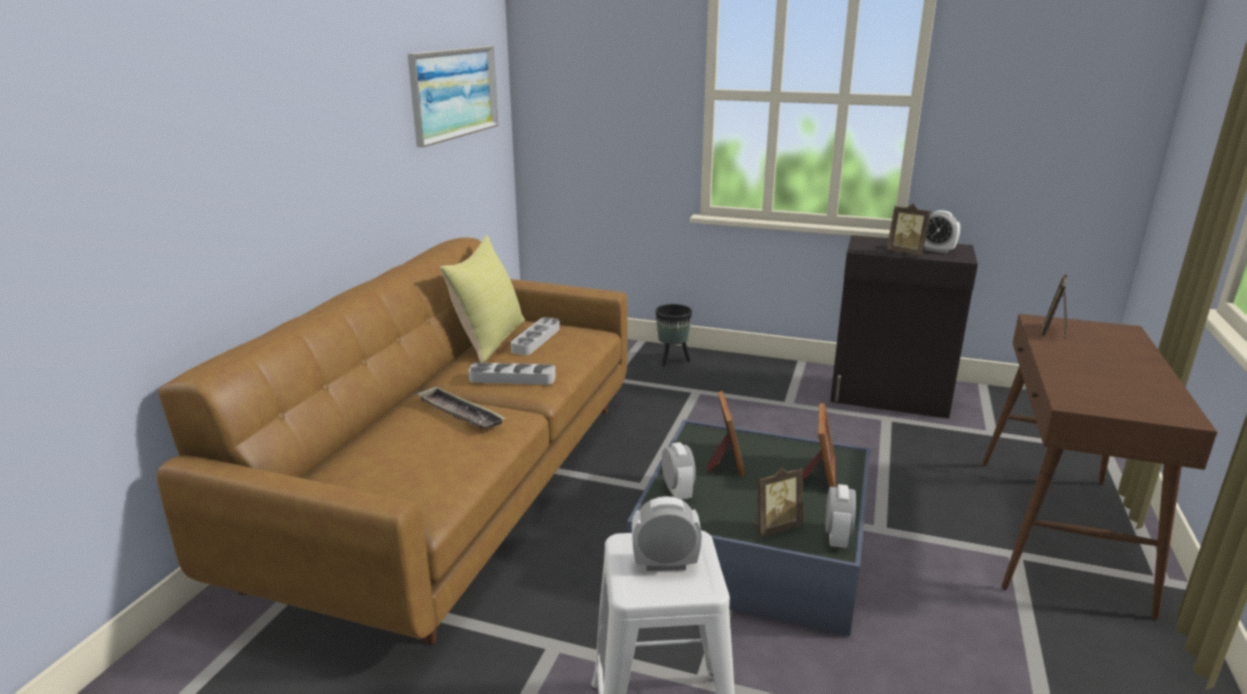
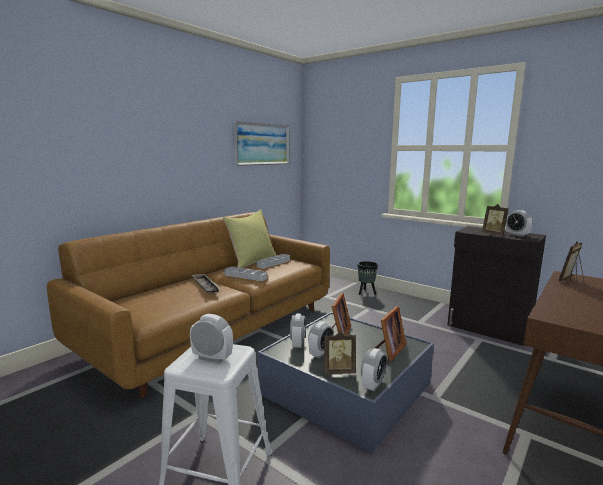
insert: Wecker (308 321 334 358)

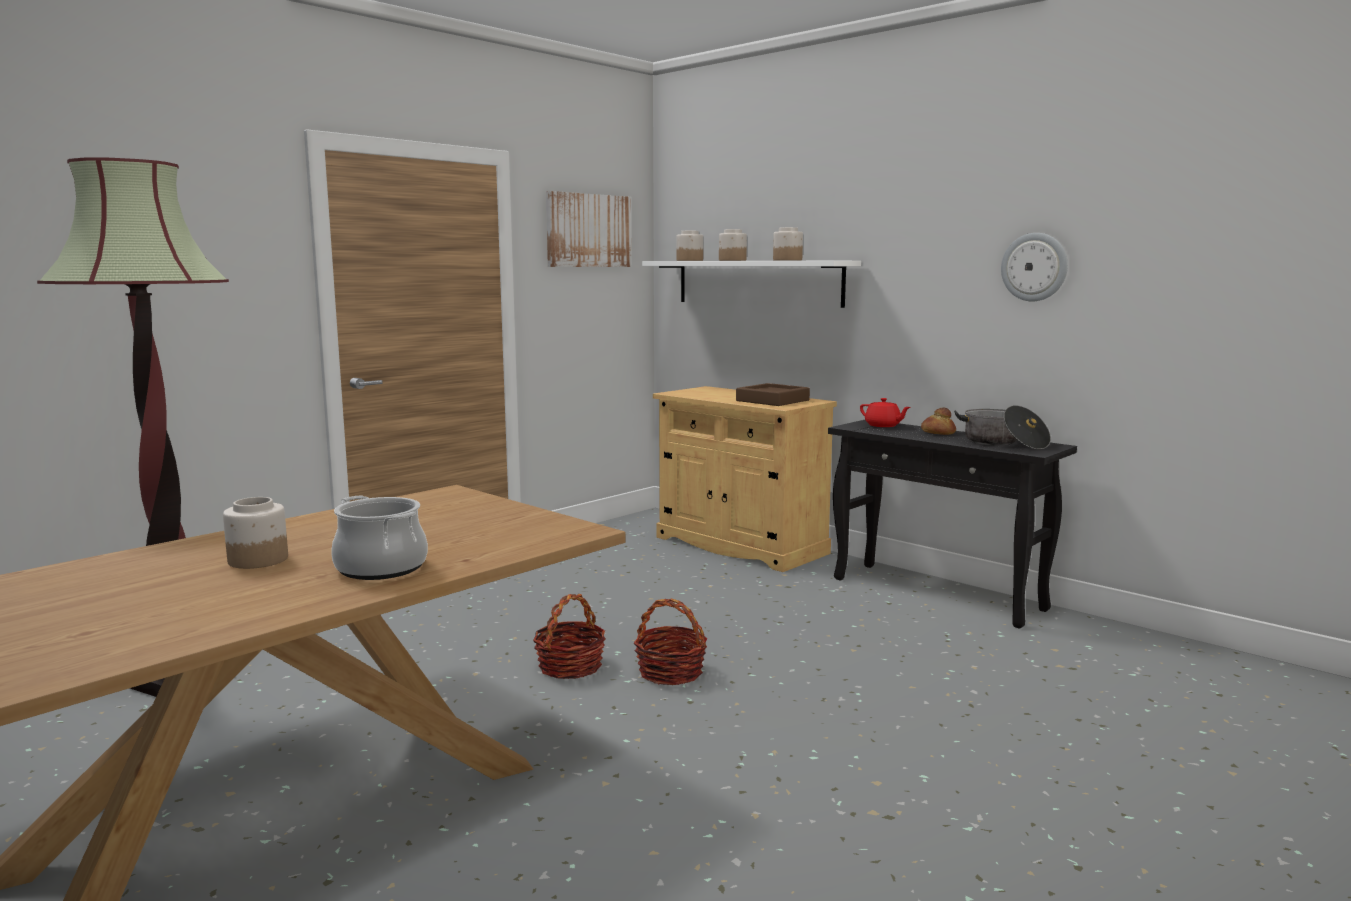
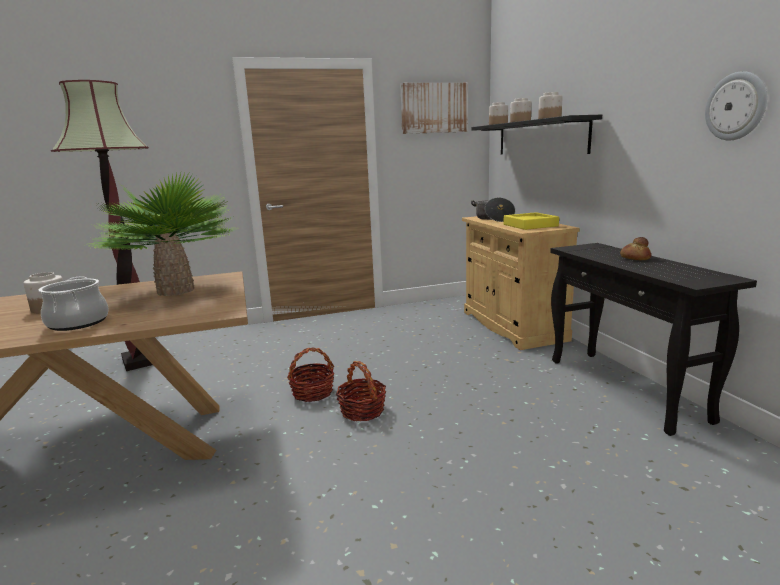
delete: Teekanne (rot) (860 398 911 427)
insert: Topfpflanze (87 173 236 296)
move: Kochtopf (954 405 1051 449) to (471 197 515 222)
recolor: Wandregal (weiß) (642 261 861 308) to Wandregal (schwarz) (472 115 602 155); Tablett (braun) (736 383 810 406) to Tablett (gelb) (504 212 559 230)

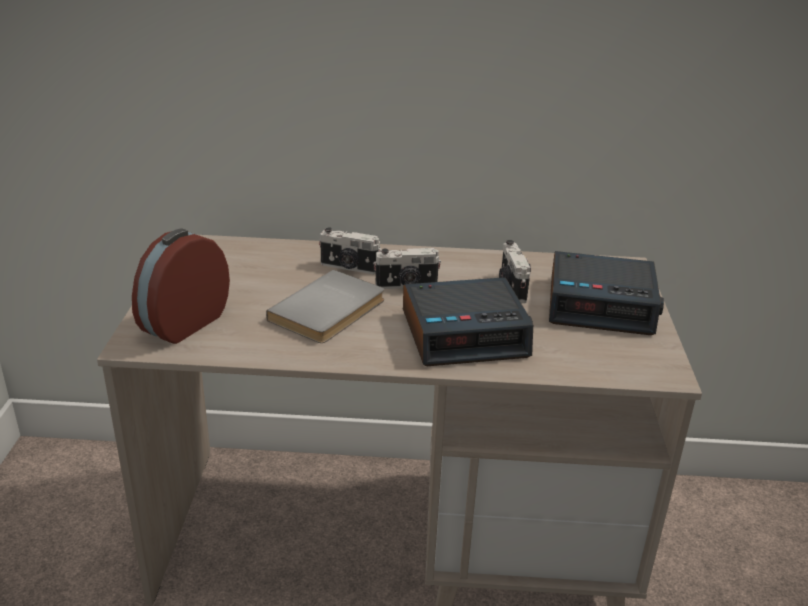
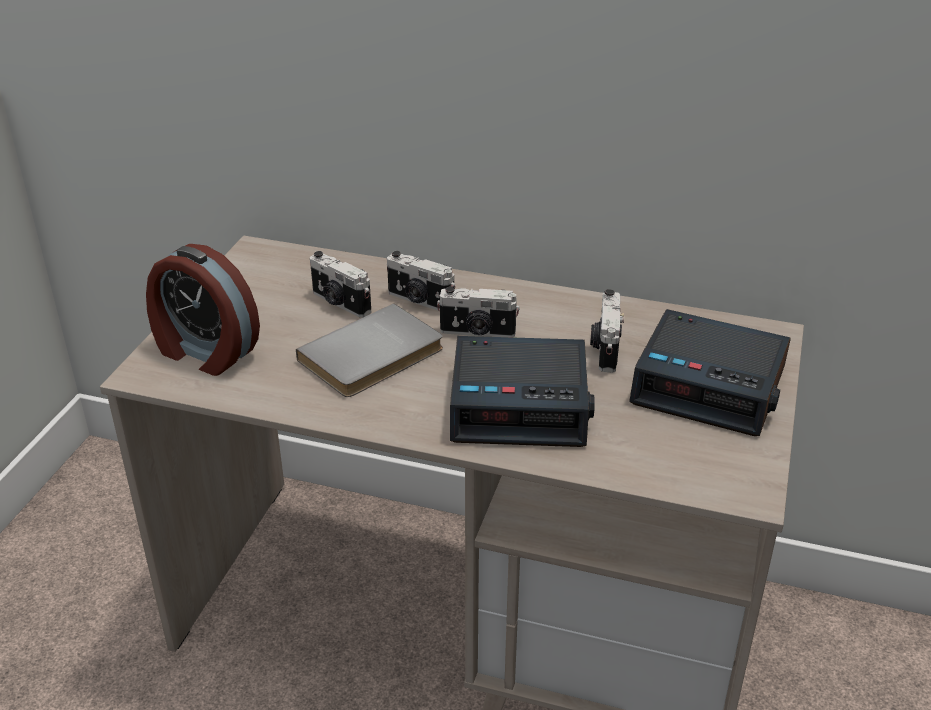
insert: Kamera (310 251 371 318)
rotate: Wecker (132 228 230 344) = (146 244 260 376) 105 degrees counterclockwise

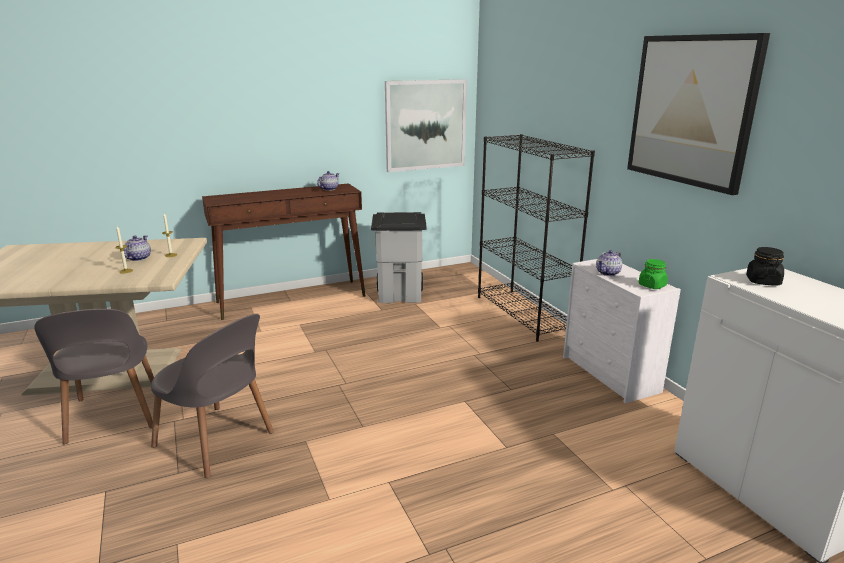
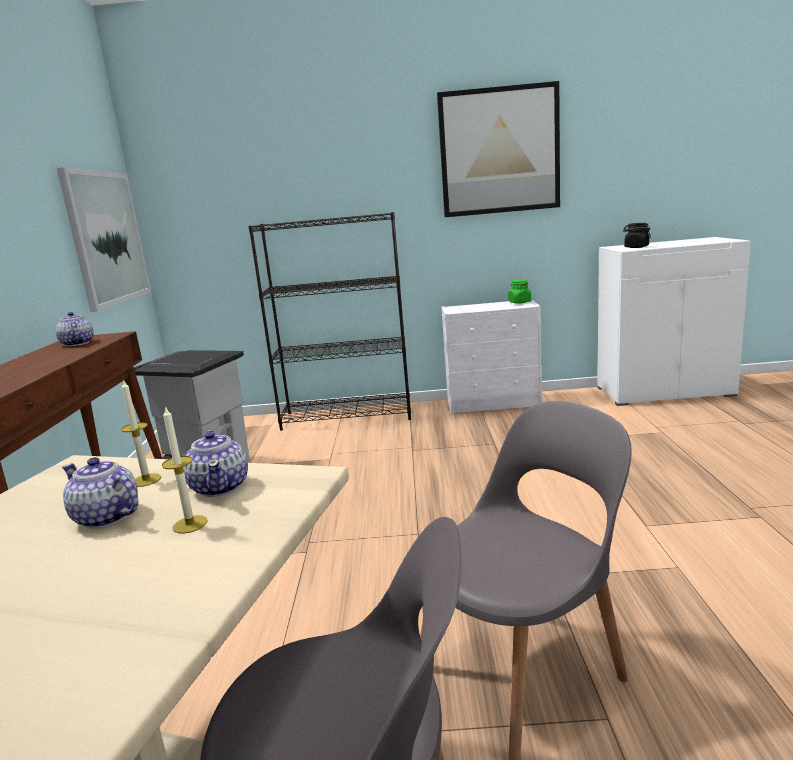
move: Teekanne (596 250 622 276) to (183 430 248 497)

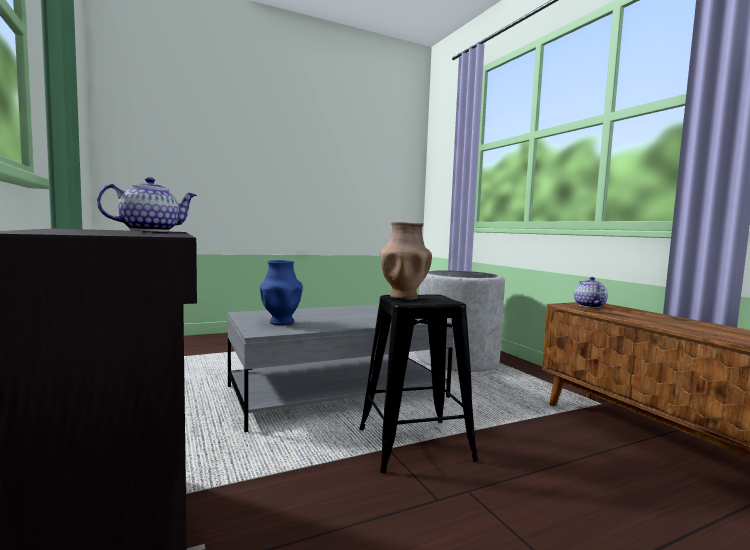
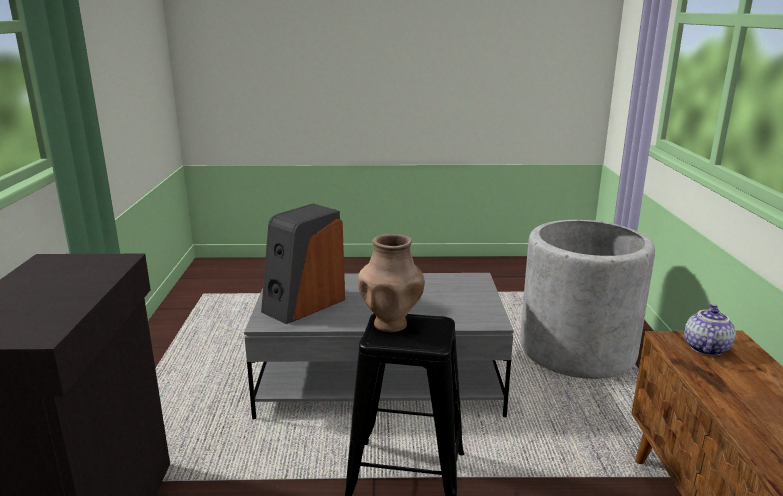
delete: Teekanne (97 177 197 232)
replace: Vase (blau) (260 260 303 325) to Lautsprecher (261 203 345 324)

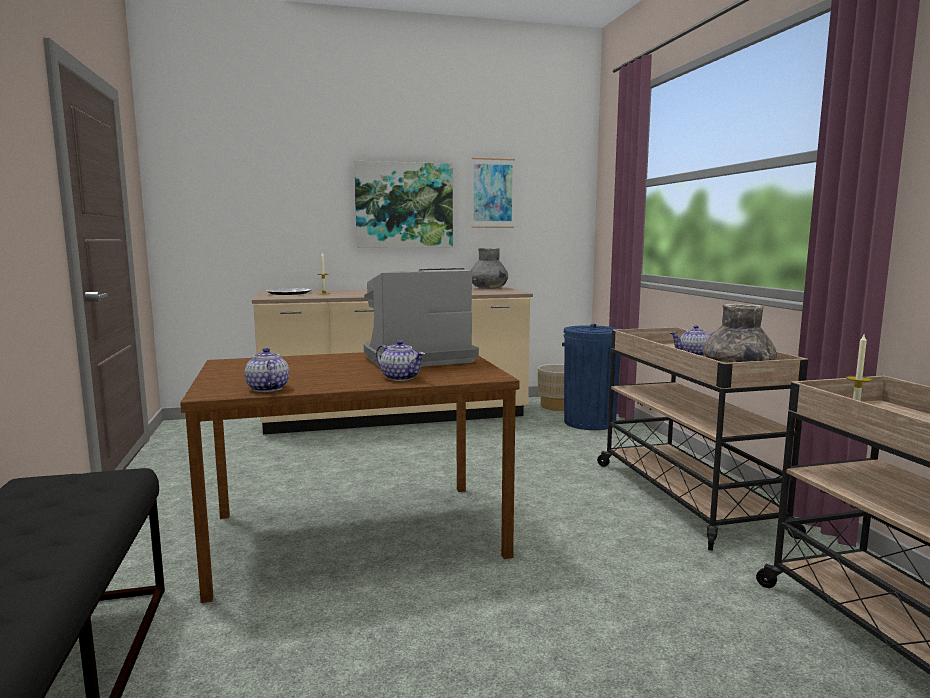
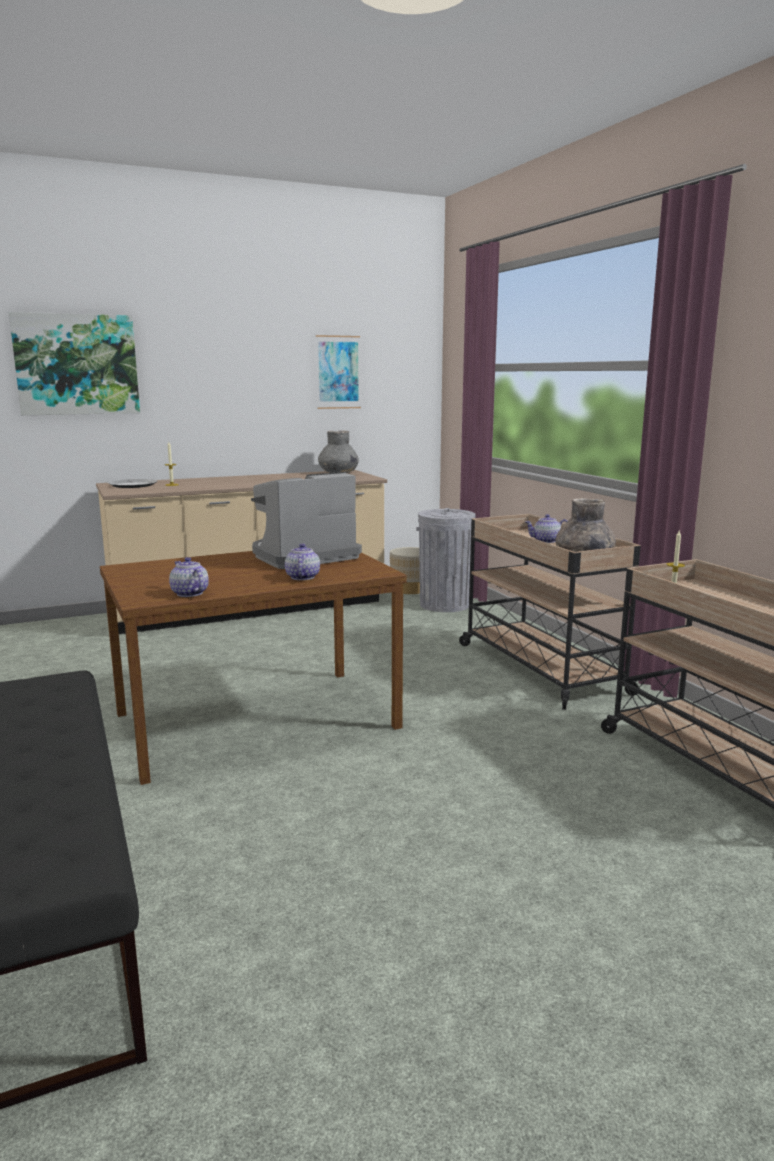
move: Bild (354 161 453 248) to (9 312 140 415)
recolor: Mülleimer (blau) (562 324 621 430) to Mülleimer (grau) (416 508 476 612)
rotate: Teekanne (376 340 425 381) = (285 544 320 580) 120 degrees counterclockwise

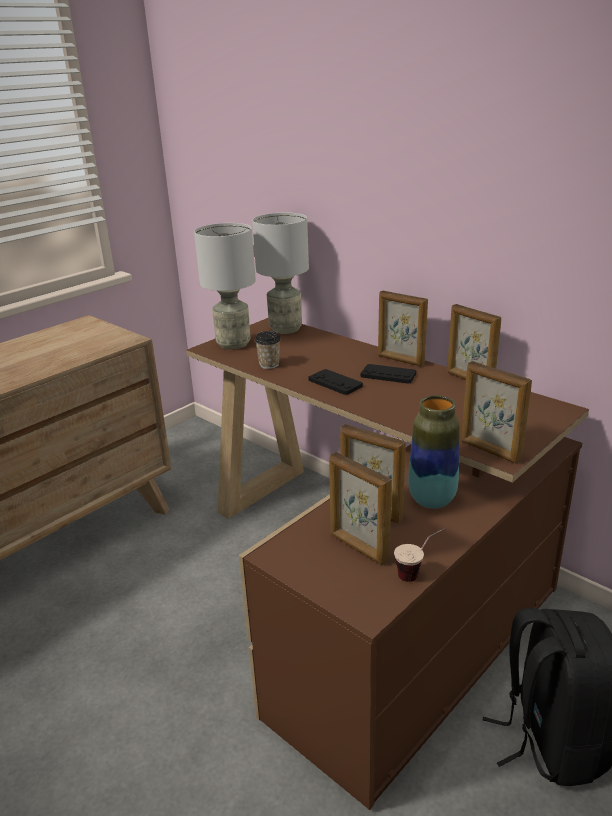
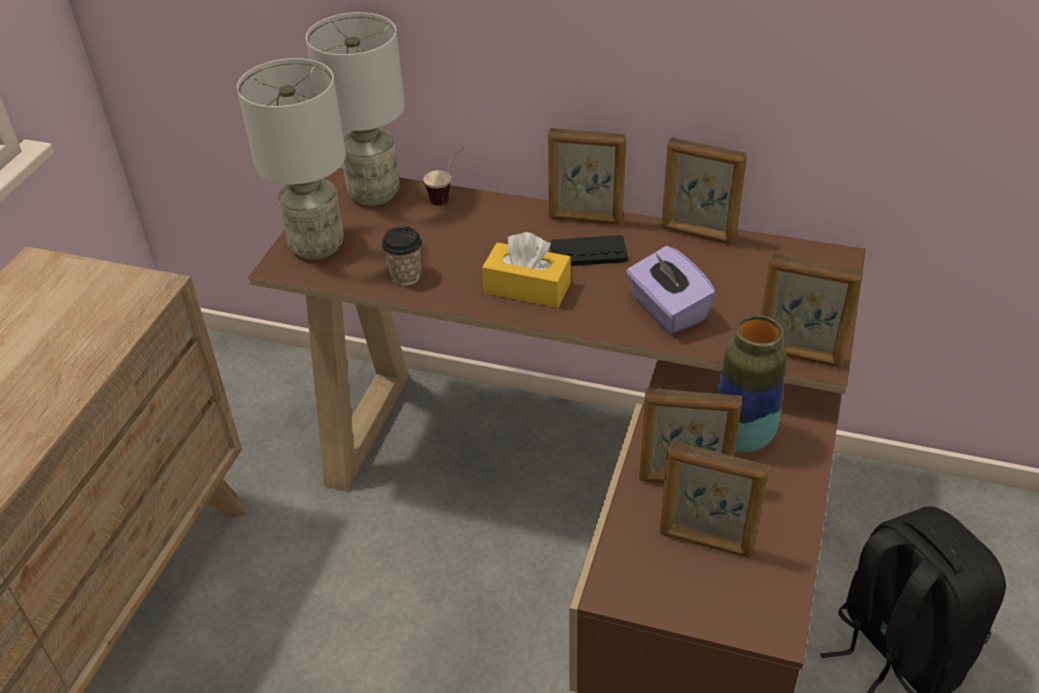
insert: Taschentuchbox (lila) (626 246 716 334)
move: Tasse (394 528 445 582) to (423 147 464 205)
replace: Gamepad (schwarz) (308 369 363 395) to Taschentuchbox (gelb) (482 232 571 308)

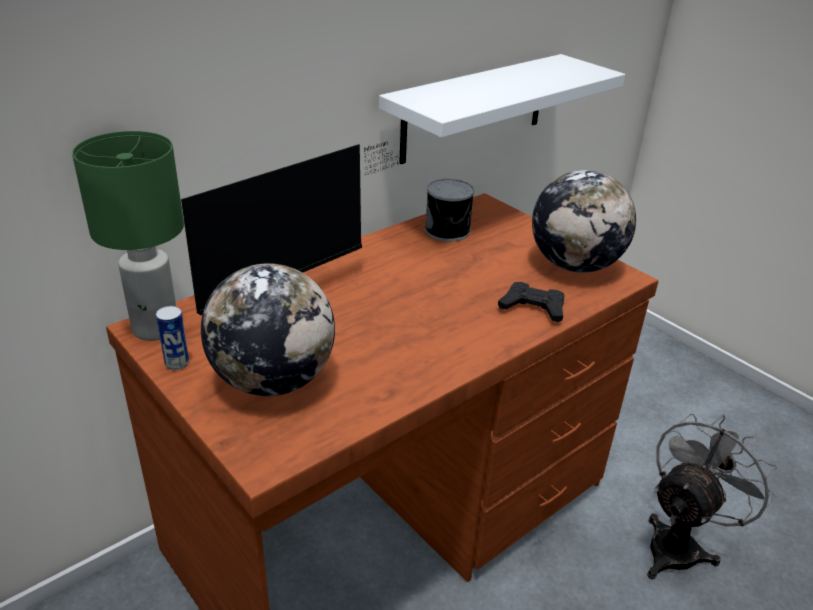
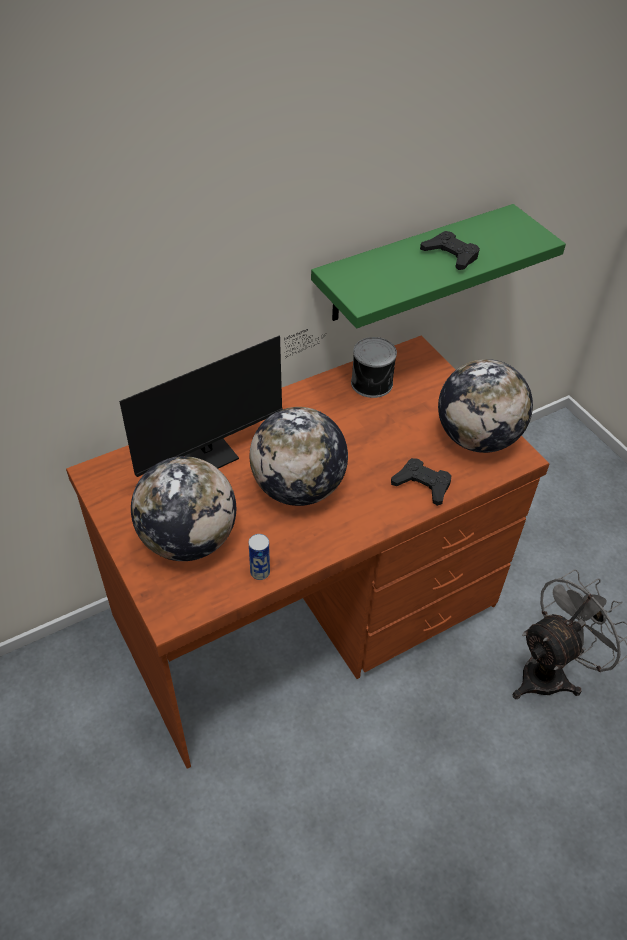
delete: Tischlampe (grün) (72 131 184 341)
insert: Globus (249 407 348 506); Gamepad (schwarz) (420 231 480 270)
move: Dose (156 306 189 370) to (249 534 270 580)
recolor: Wandregal (weiß) (379 54 625 164) to Wandregal (grün) (311 204 566 328)

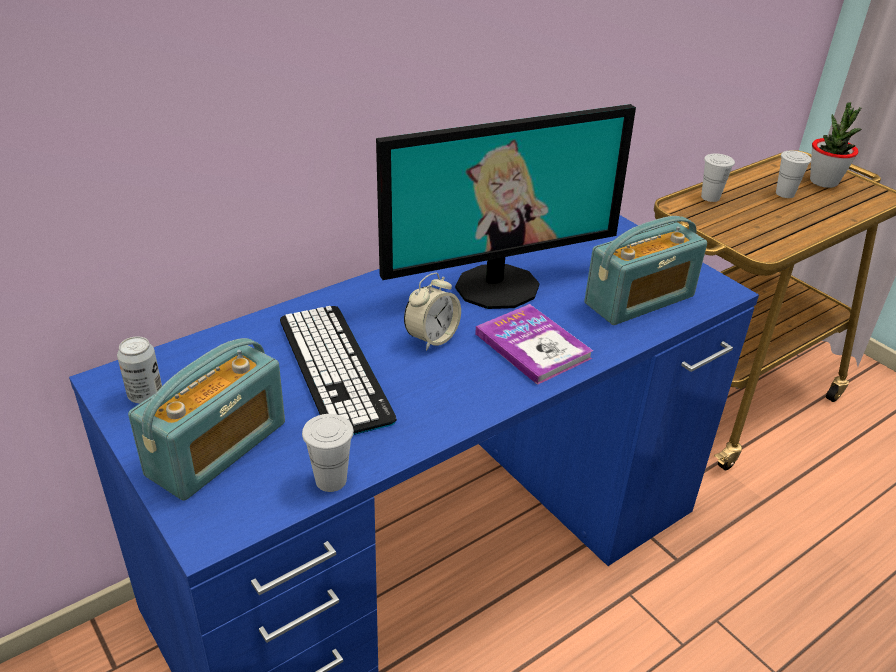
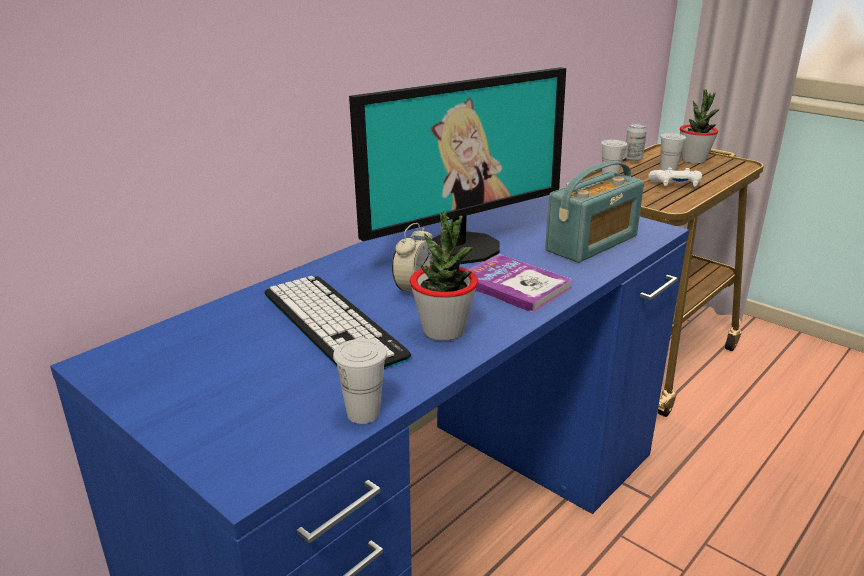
delete: Radio (128 338 285 501)
insert: Topfpflanze (410 211 478 341); Gamepad (weiß) (648 168 702 187)
move: Dose (117 336 162 404) to (624 124 647 161)

